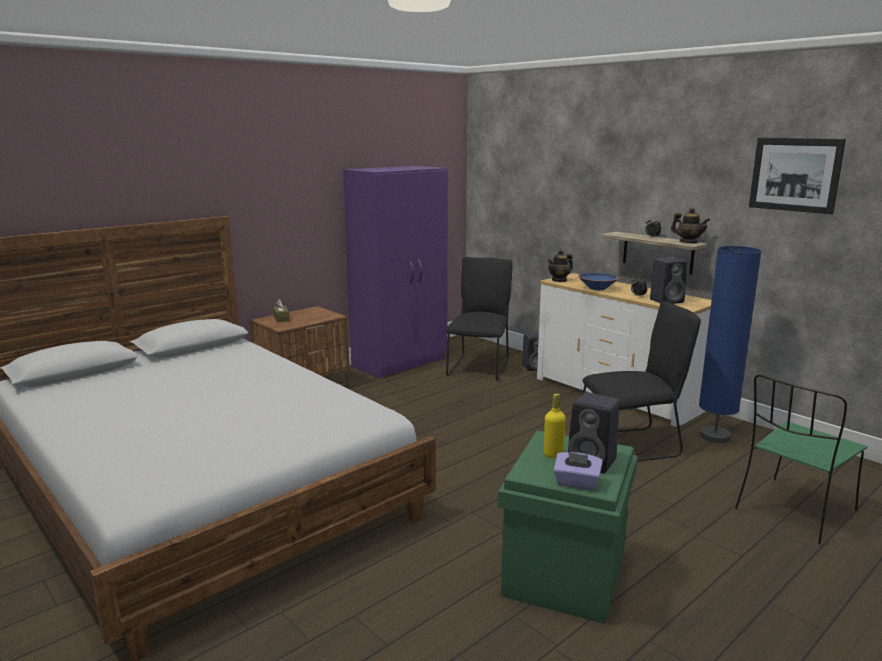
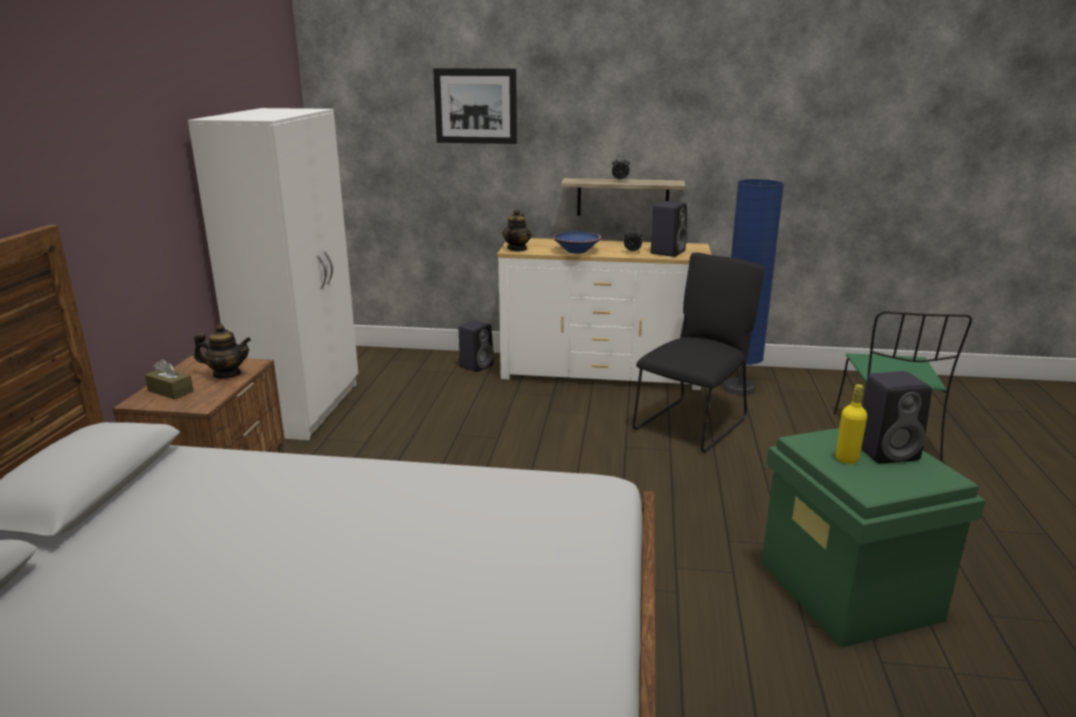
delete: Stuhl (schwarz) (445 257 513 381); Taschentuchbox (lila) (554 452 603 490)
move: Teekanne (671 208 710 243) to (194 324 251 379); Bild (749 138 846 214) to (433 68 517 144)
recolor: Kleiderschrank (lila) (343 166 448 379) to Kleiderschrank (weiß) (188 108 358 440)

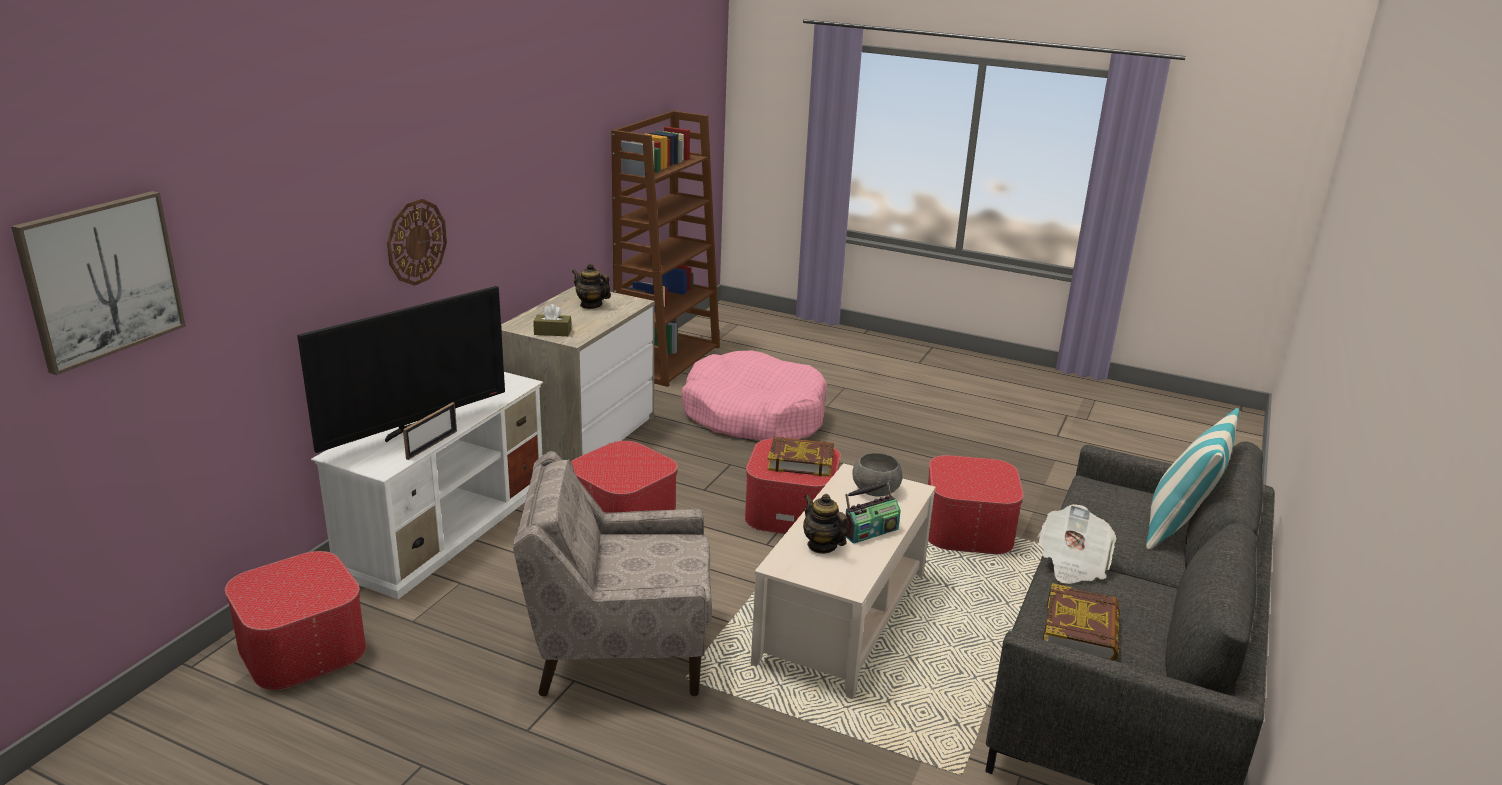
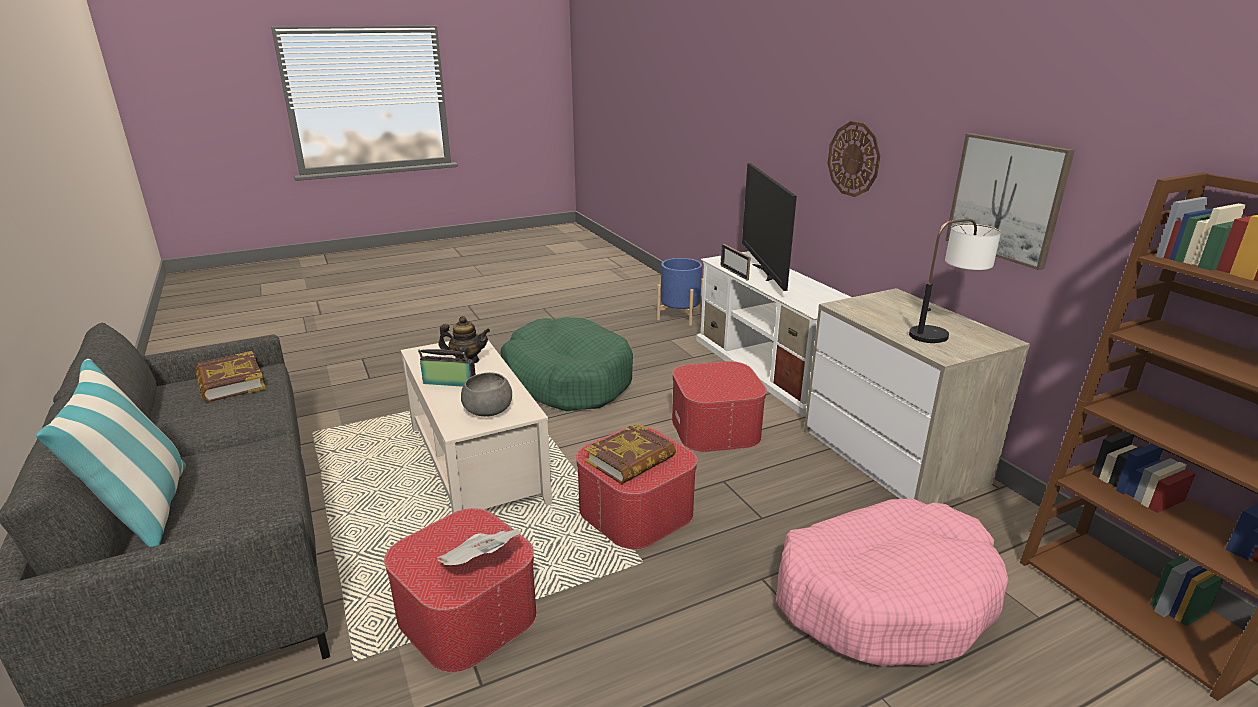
delete: Taschentuchbox (braun) (533 304 571 336)
move: Bild (11 191 186 375) to (945 133 1075 270); Zeitung (1038 504 1117 584) to (437 529 522 565)
replace: Polsterhocker (225 551 366 690) to Pflanzkübel (blau) (657 258 703 326); Sessel (beige) (513 451 712 697) to Hundebett (grün) (501 317 633 411); Teekanne (572 263 611 309) to Tischlampe (909 219 1001 343)
rotate: Radio (845 482 901 544) = (418 349 476 387) 90 degrees clockwise

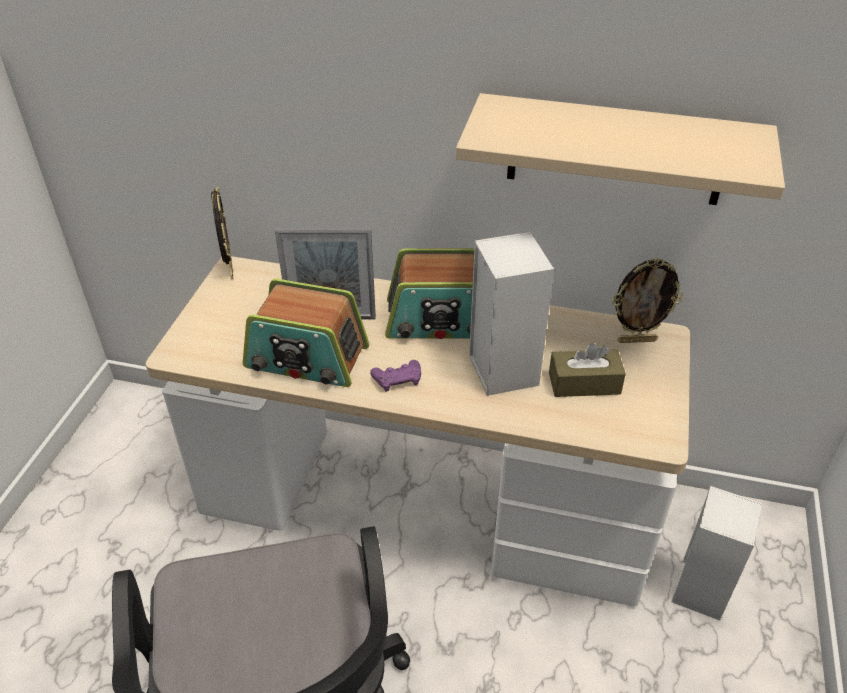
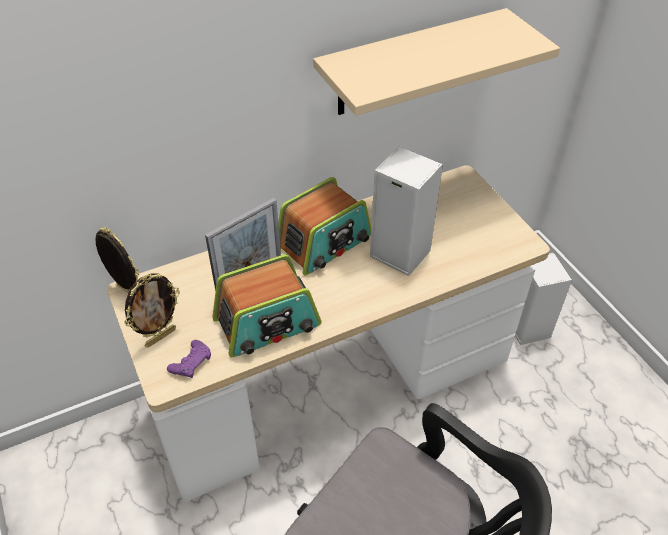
delete: Taschentuchbox (braun) (549 343 626 397)
move: Gamepad (lila) (370 360 421 392) to (167 340 211 378); Bilderrahmen (612 258 683 343) to (124 273 180 348)

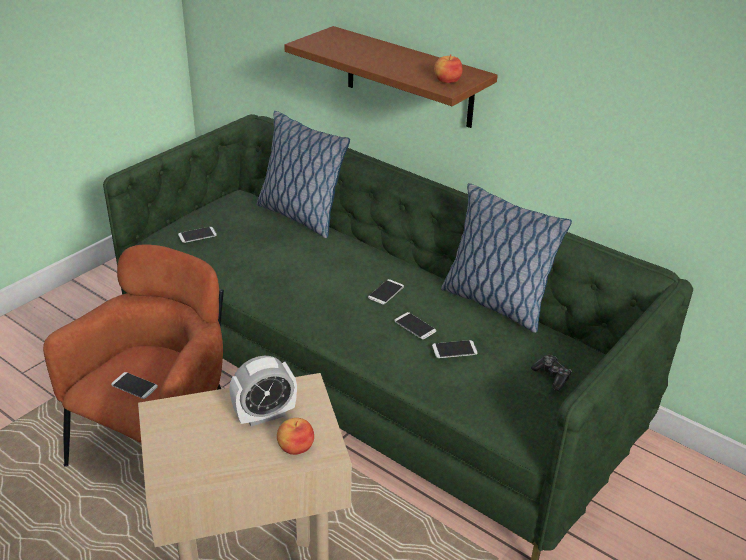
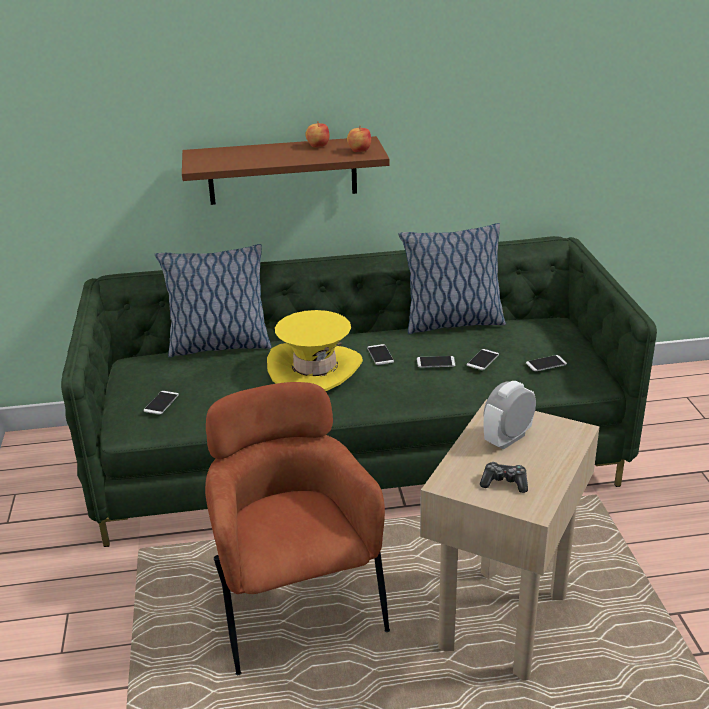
insert: Hut (gelb) (267 310 363 391)
move: Handy (111 372 158 399) to (526 355 567 372); Apfel (277 418 314 455) to (306 121 330 148); Gamepad (531 355 572 391) to (480 462 528 493)
rotate: Wecker (229 356 297 427) = (483 381 536 450) 150 degrees counterclockwise

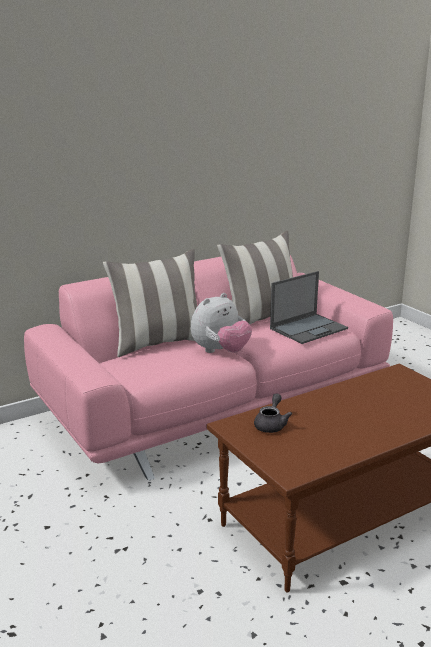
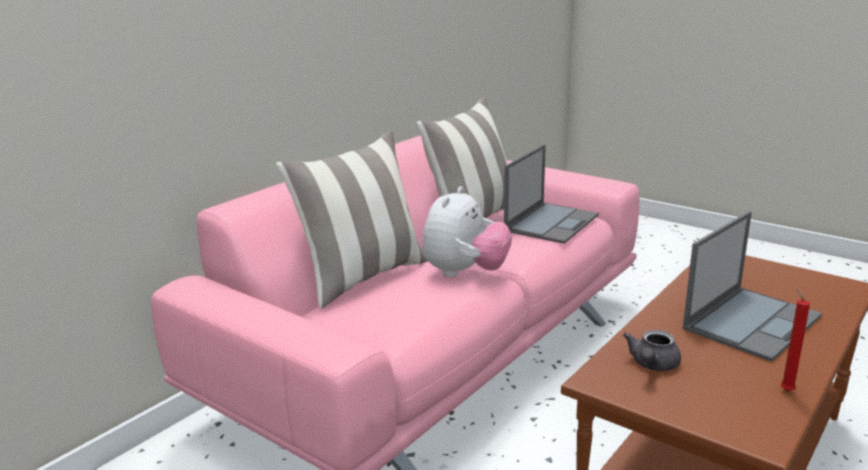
insert: Laptop (683 211 822 362); Kerze (rot) (781 287 810 391)
rotate: Teekanne (grau) (254 393 292 433) = (623 330 681 371) 150 degrees counterclockwise

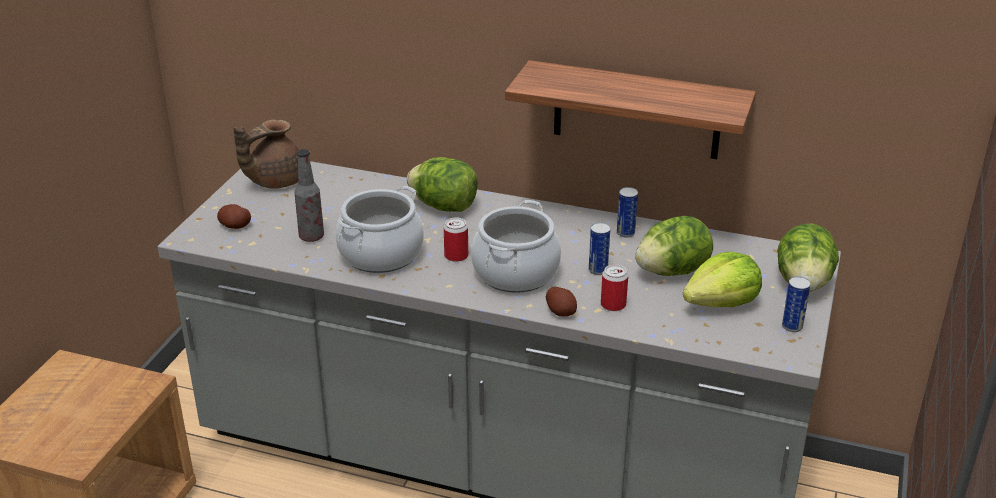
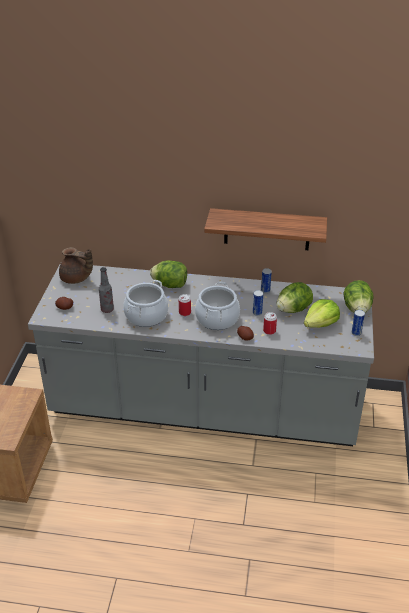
rotate: Teekanne (braun) (234 119 299 189) = (59 247 93 284) 105 degrees counterclockwise

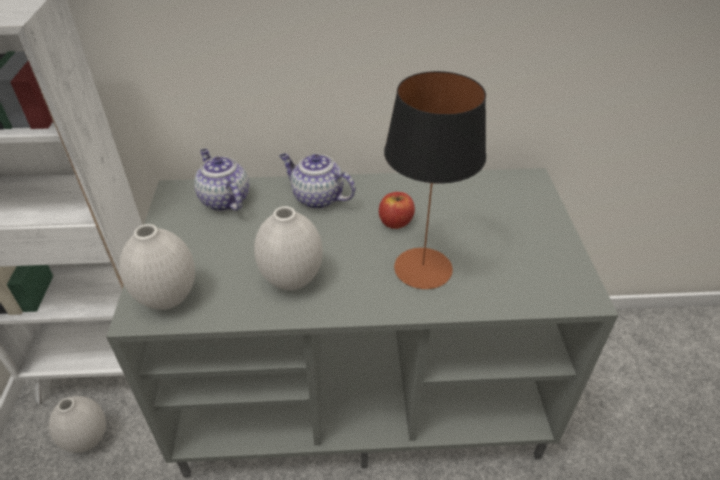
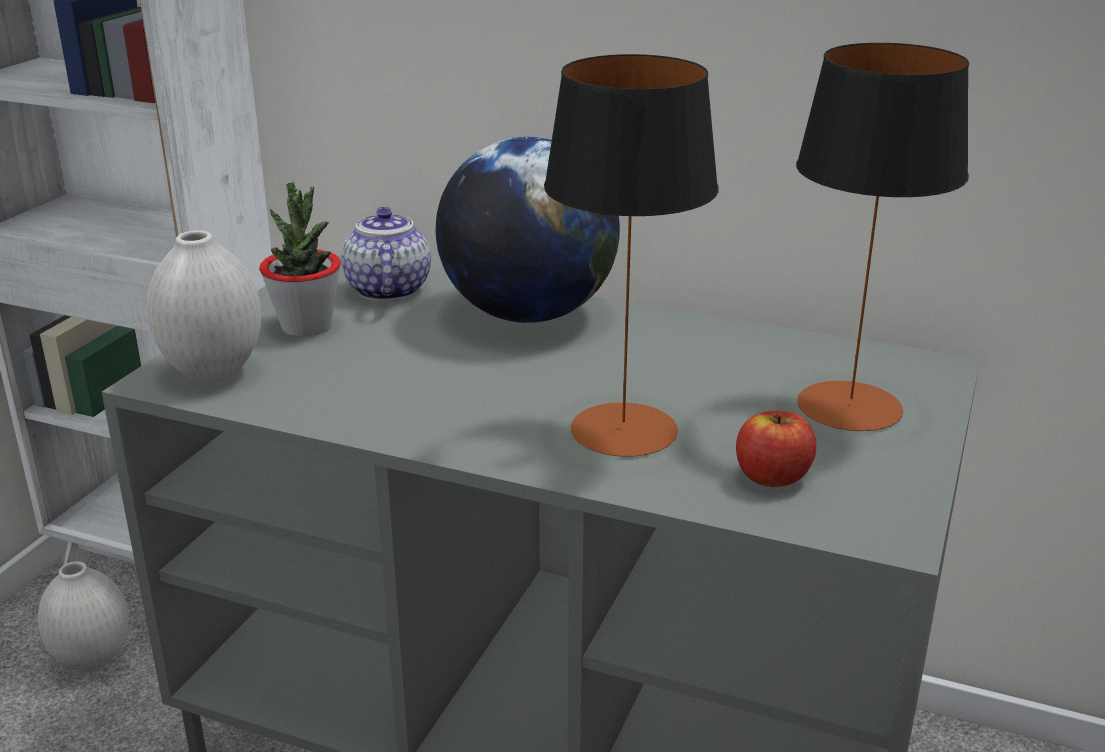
delete: Vase (weiß) (254 206 323 290)
insert: Topfpflanze (259 182 341 337); Tischlampe (796 43 969 431)
move: Apfel (379 192 415 229) to (736 411 816 487)
replace: Teekanne (280 153 356 209) to Globus (436 137 620 323)

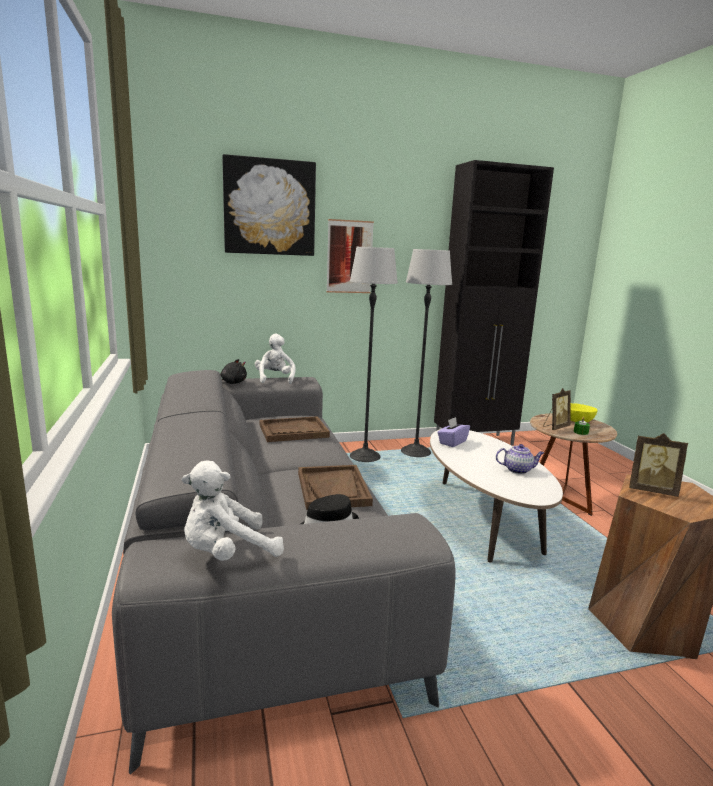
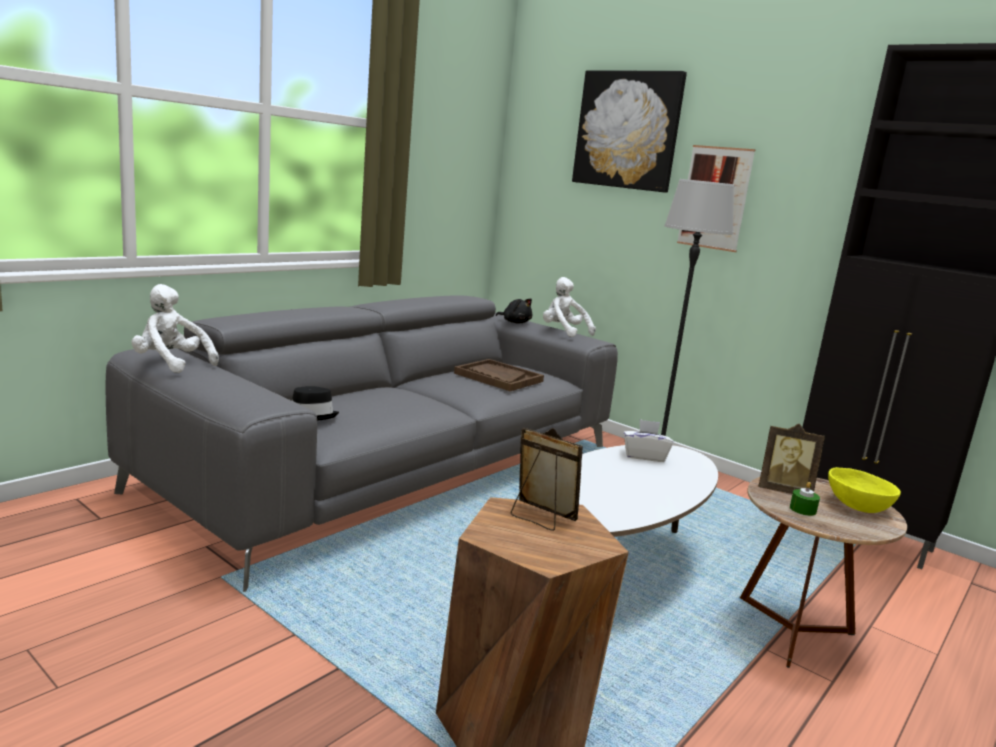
delete: Tablett (braun) (298 465 373 510); Stehlampe (401 249 452 457); Teekanne (496 444 544 474)
recolor: Taschentuchbox (lila) (437 417 470 447) to Taschentuchbox (weiß) (624 419 673 462)
rotate: Plüschtier (weiß) (255 334 296 384) = (543 277 596 337) 90 degrees counterclockwise; Bilderrahmen (629 433 688 497) = (511 428 583 531) 135 degrees clockwise

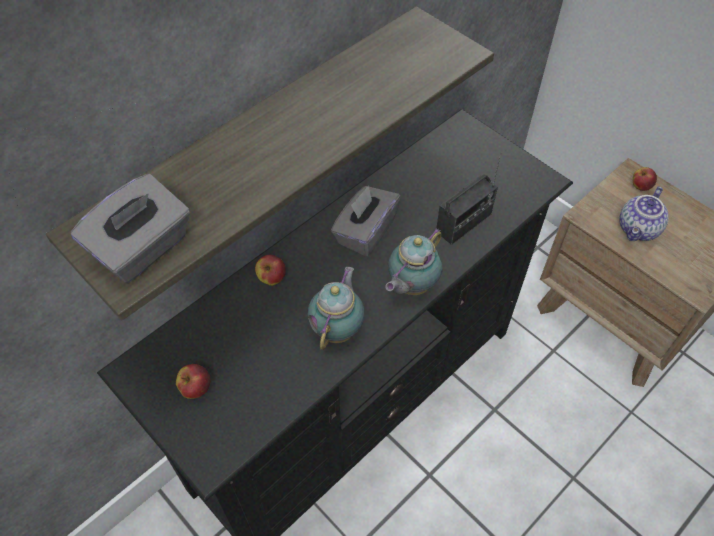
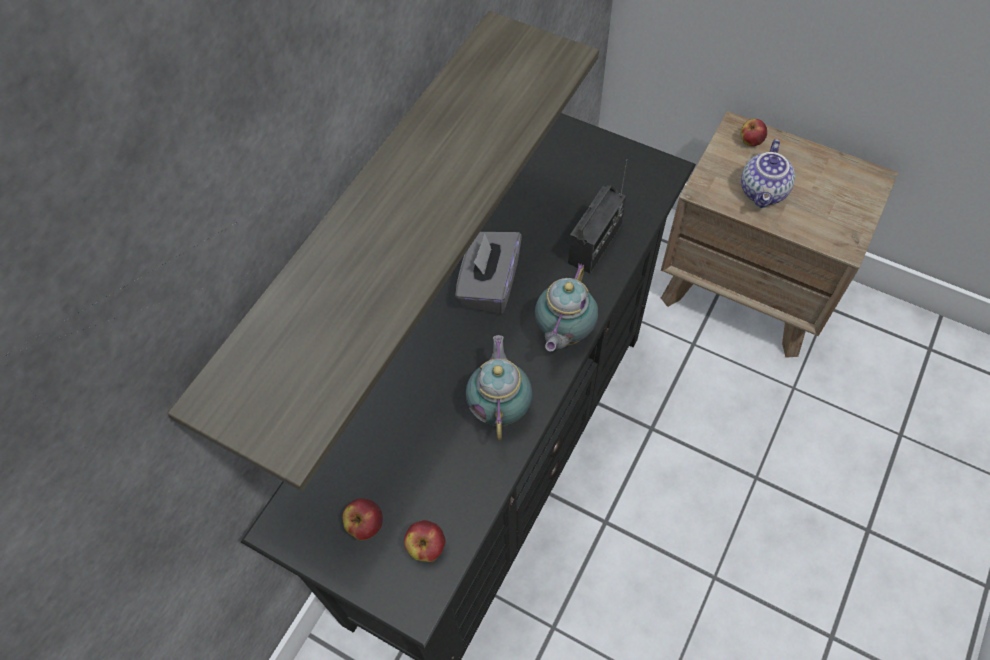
delete: Taschentuchbox (grau) (71 174 190 283)
move: Apfel (255 255 286 286) to (404 520 446 562)

